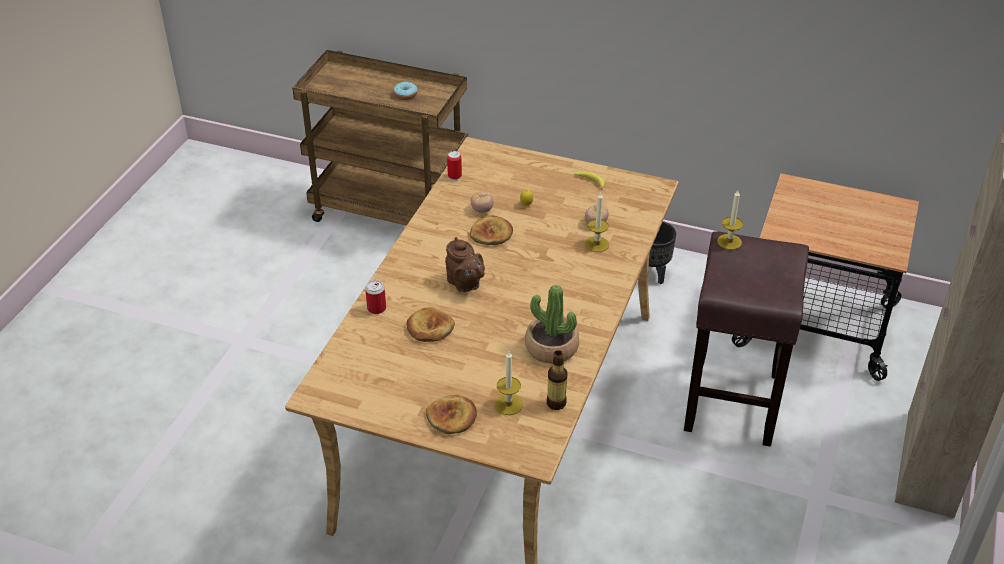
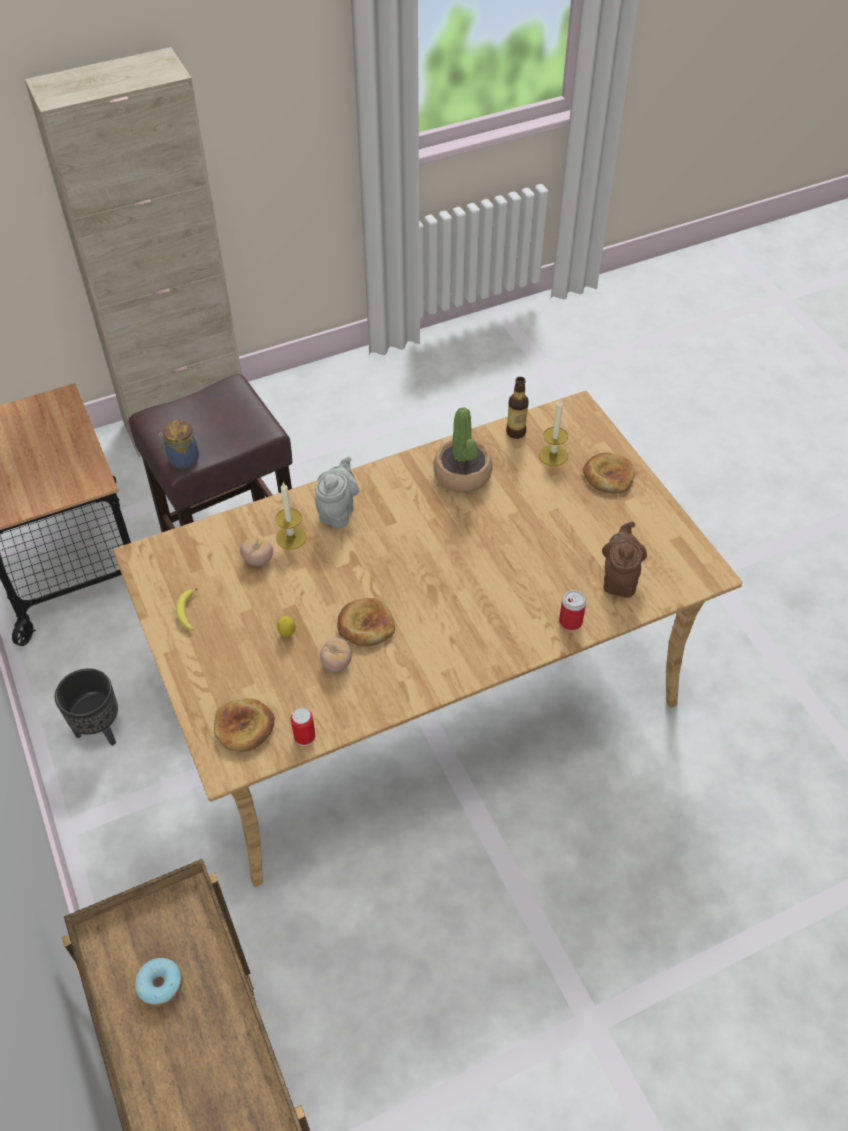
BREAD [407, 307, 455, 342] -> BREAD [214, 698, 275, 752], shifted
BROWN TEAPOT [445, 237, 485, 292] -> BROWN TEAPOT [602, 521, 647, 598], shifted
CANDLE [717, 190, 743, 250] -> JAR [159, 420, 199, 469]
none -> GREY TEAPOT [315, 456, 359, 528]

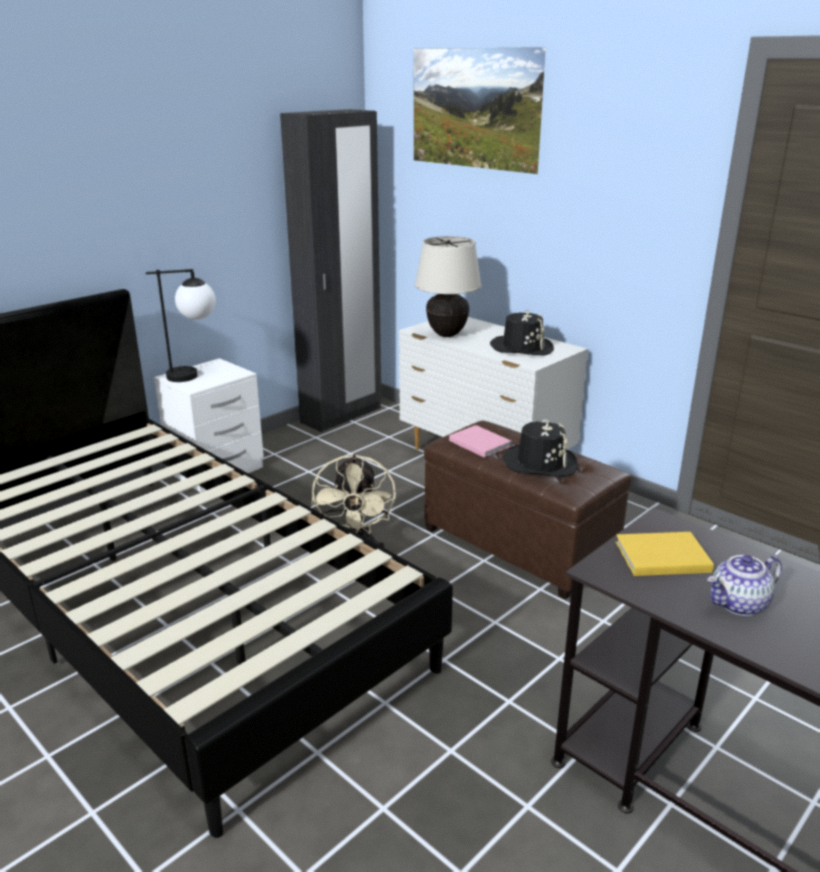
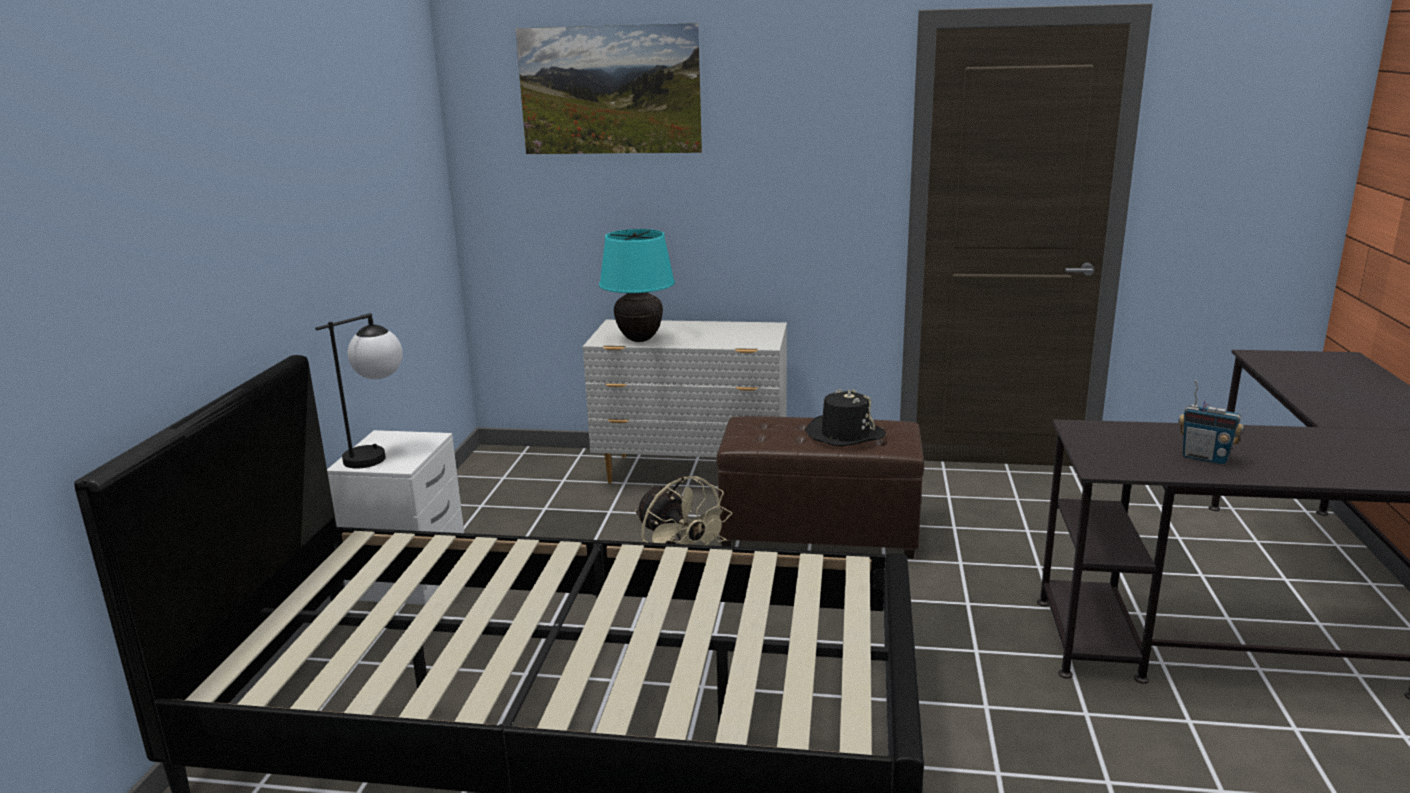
BLACK WARDROBE [280, 109, 381, 432] -> none
BEIGE TABLE LAMP [415, 236, 482, 337] -> TURQUOISE TABLE LAMP [599, 229, 675, 342]
PINK BOOK [449, 425, 512, 458] -> none
BLACK HAT [490, 310, 554, 355] -> none
YELLOW BOOK [615, 532, 714, 576] -> none
TEAPOT [707, 555, 782, 616] -> RADIO [1178, 380, 1244, 464]

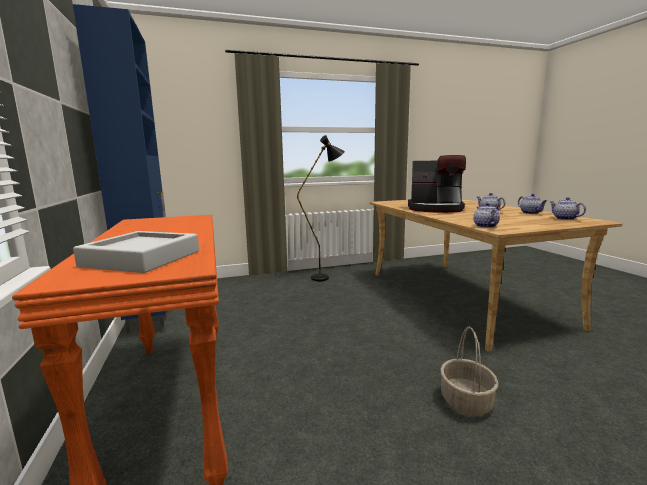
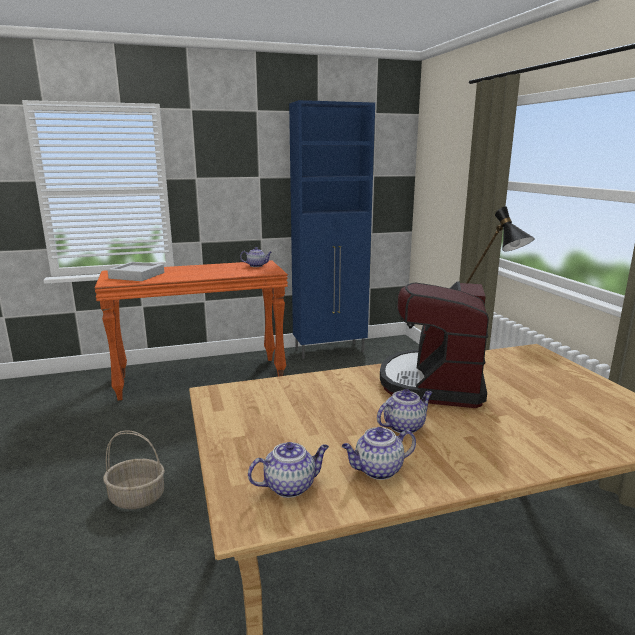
TEAPOT [473, 203, 500, 228] -> TEAPOT [240, 247, 272, 267], shifted

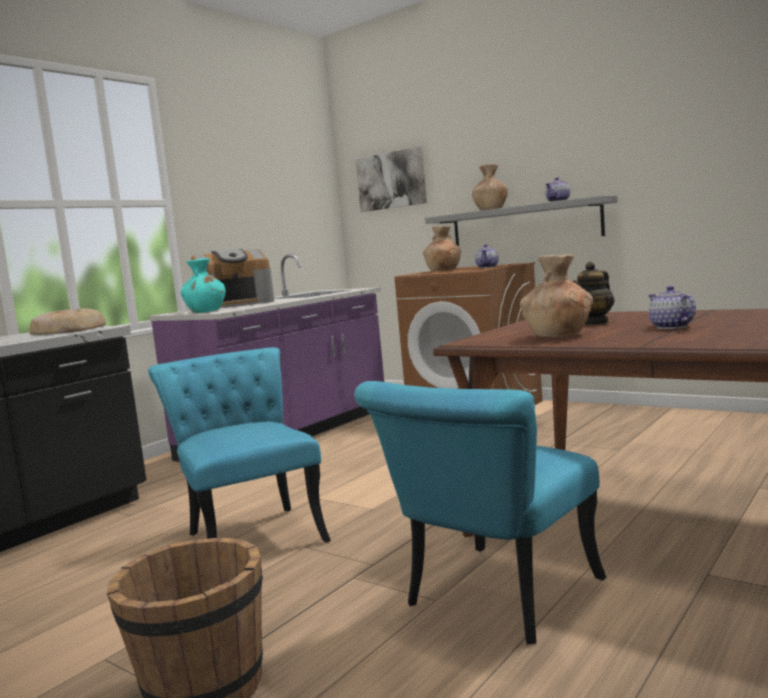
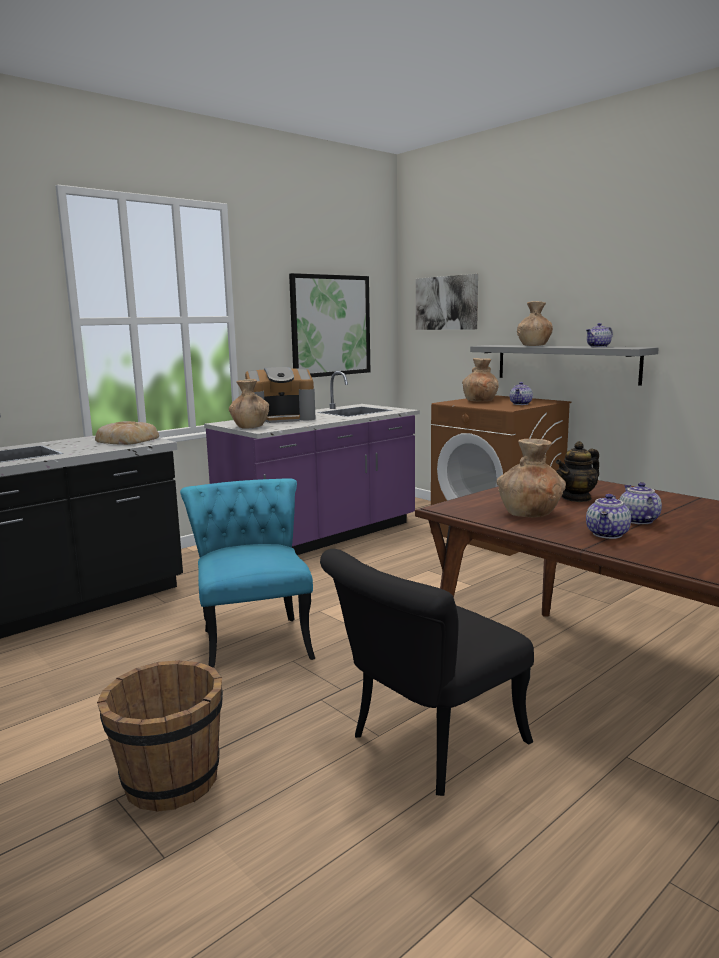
TURQUOISE VASE [181, 258, 226, 313] -> BROWN VASE [229, 379, 269, 429]
TURQUOISE CHAIR [354, 381, 606, 644] -> BLACK CHAIR [320, 549, 534, 796]
none -> PICTURE [289, 273, 370, 377]
none -> TEAPOT [586, 494, 631, 539]

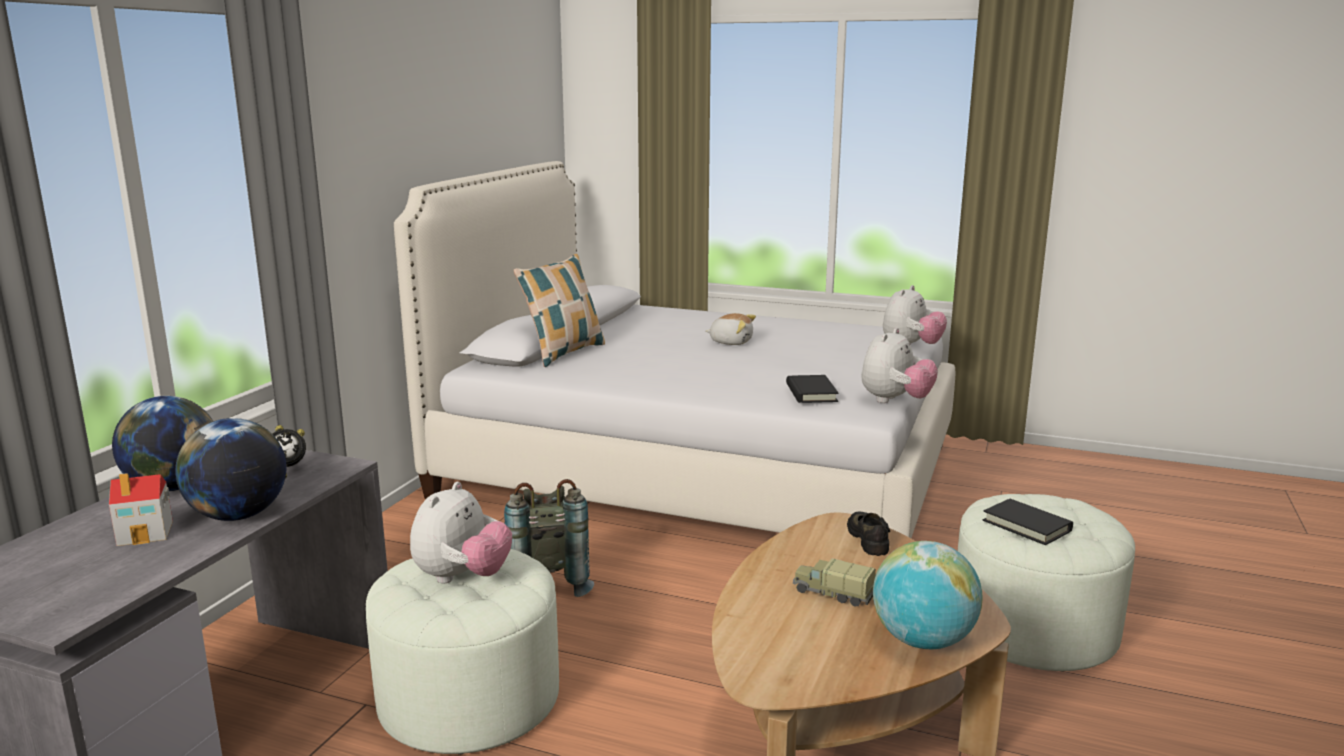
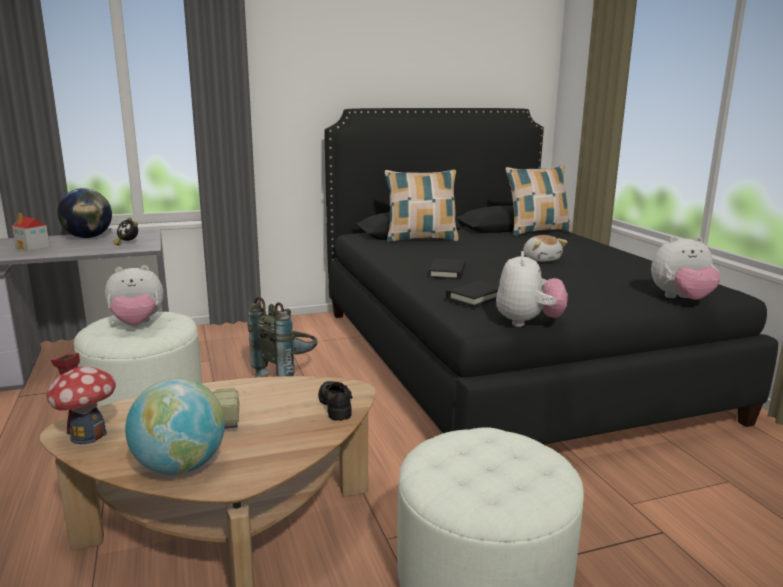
GLOBE [175, 418, 286, 521] -> none
WHITE BED [394, 161, 955, 538] -> BLACK BED [324, 108, 778, 445]
BLACK SHOE [847, 512, 890, 556] -> BLACK SHOE [318, 381, 353, 421], 60 degrees counterclockwise
PLUSH TOY [861, 328, 938, 403] -> PLUSH TOY [496, 251, 568, 327], 75 degrees counterclockwise
BLACK BOOK [983, 499, 1073, 545] -> BLACK BOOK [429, 259, 465, 279], shifted
none -> TOY HOUSE [46, 353, 116, 444]
none -> PILLOW [506, 165, 572, 236]

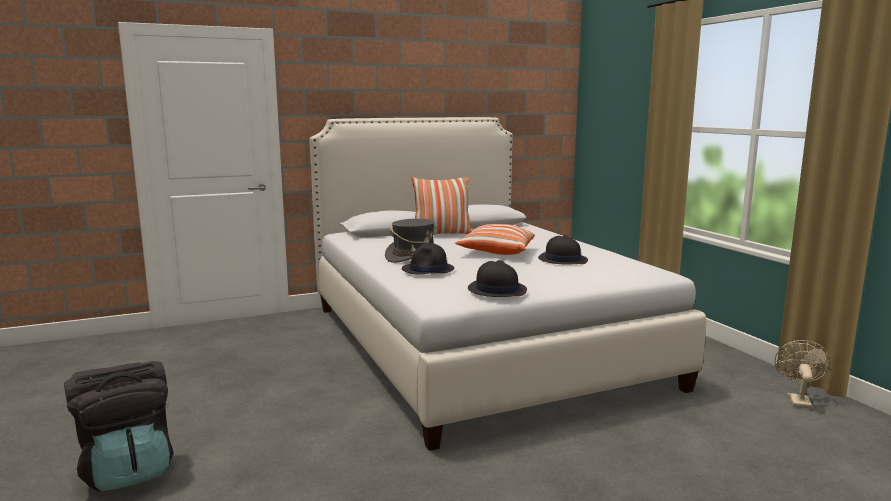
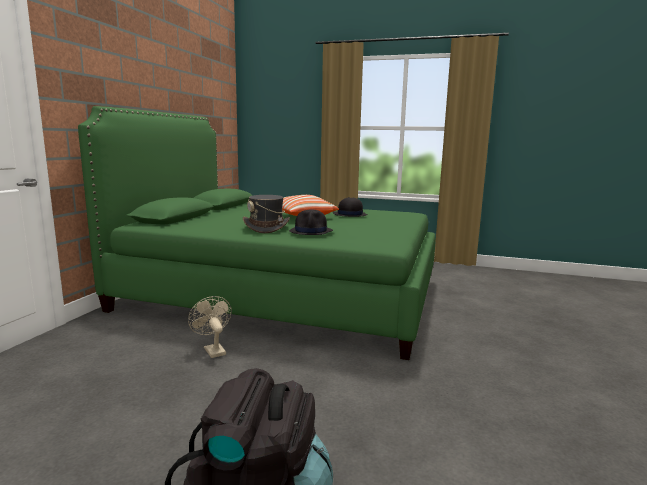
WHITE BED [309, 117, 706, 451] -> GREEN BED [78, 106, 436, 360]
PILLOW [411, 177, 472, 235] -> none
BLACK HAT [468, 260, 527, 297] -> none
BEIGE FAN [775, 340, 830, 409] -> BEIGE FAN [188, 296, 232, 358], shifted

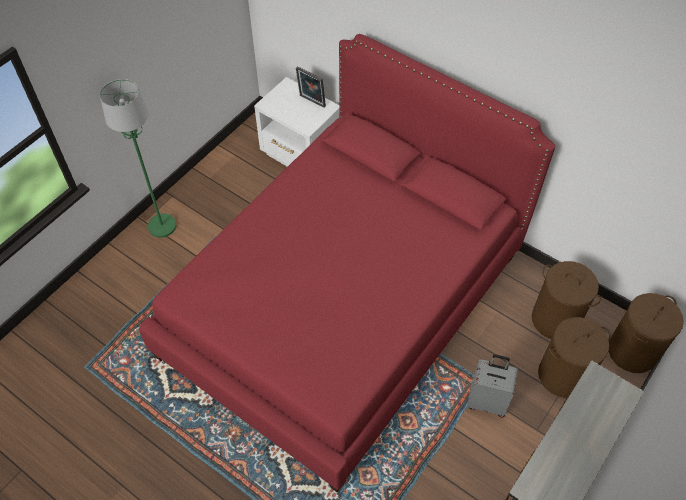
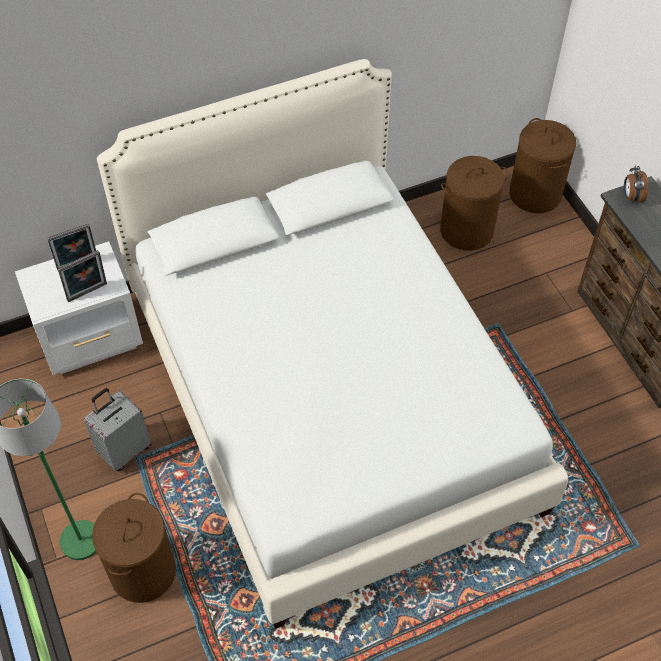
RED BED [139, 34, 555, 492] -> WHITE BED [97, 59, 568, 629]
GREY SUITCASE [467, 354, 518, 417] -> GREY SUITCASE [84, 388, 151, 471], shifted
BROWN LAUNDRY BASKET [538, 317, 611, 398] -> BROWN LAUNDRY BASKET [92, 493, 176, 603], shifted
none -> PICTURE FRAME [58, 250, 107, 302]
none -> ALARM CLOCK [624, 165, 648, 204]

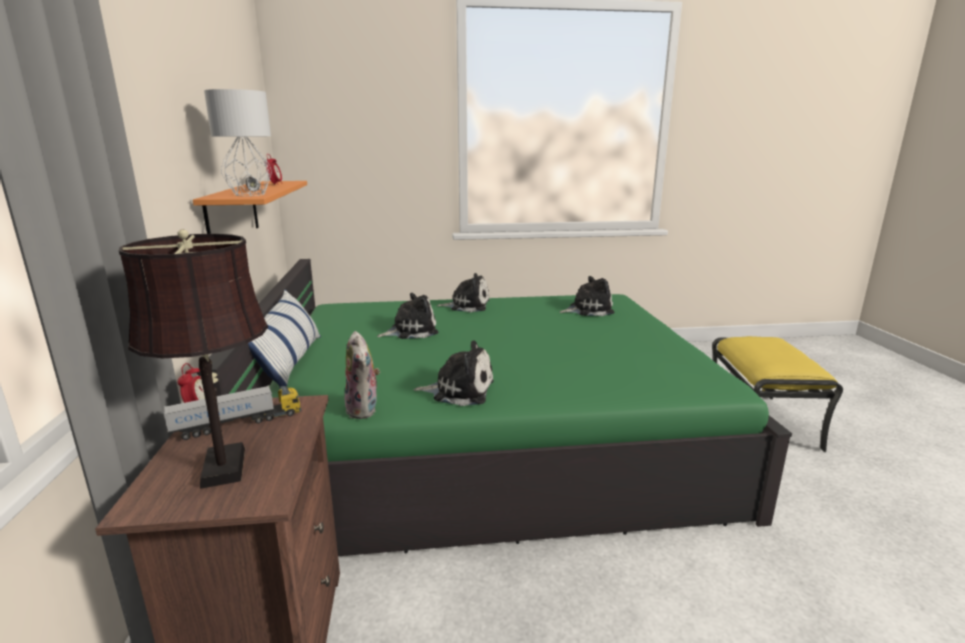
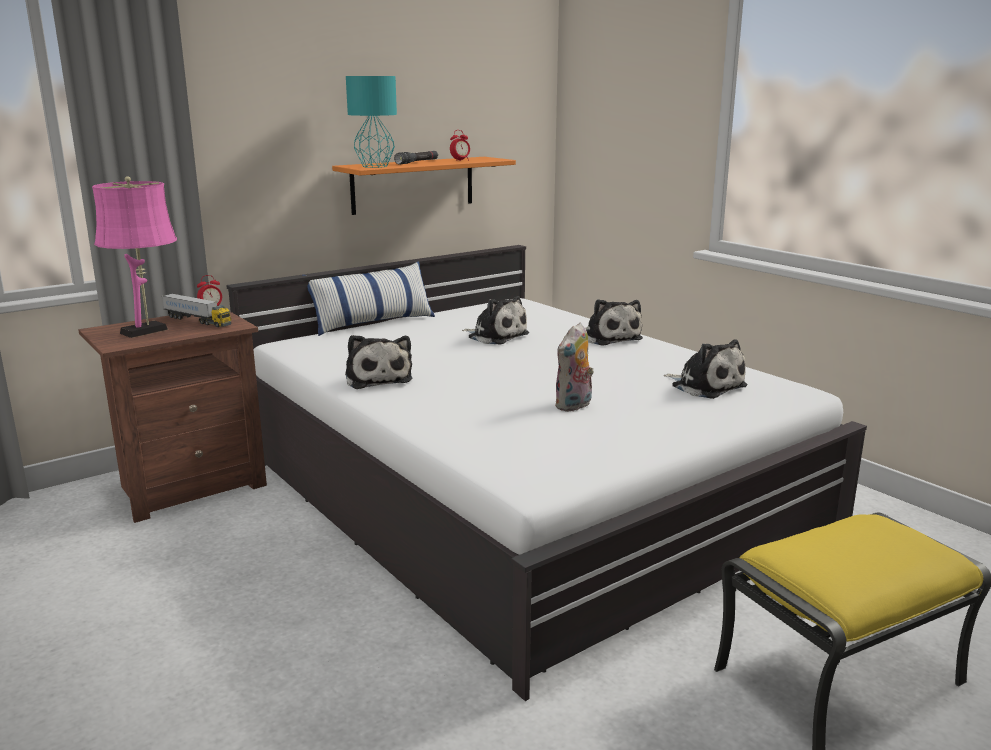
BROWN TABLE LAMP [119, 229, 268, 489] -> PINK TABLE LAMP [92, 176, 177, 338]
GREEN BED [197, 259, 792, 556] -> WHITE BED [226, 245, 867, 701]
GREY TABLE LAMP [204, 89, 272, 196] -> TURQUOISE TABLE LAMP [346, 76, 397, 168]
PLUSH TOY [345, 331, 380, 419] -> PLUSH TOY [555, 323, 594, 412], shifted

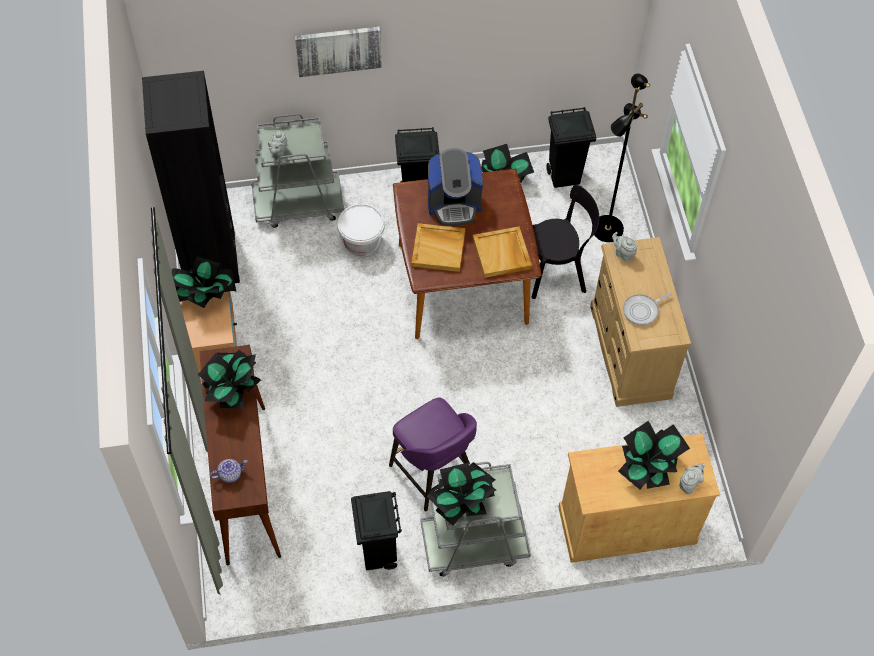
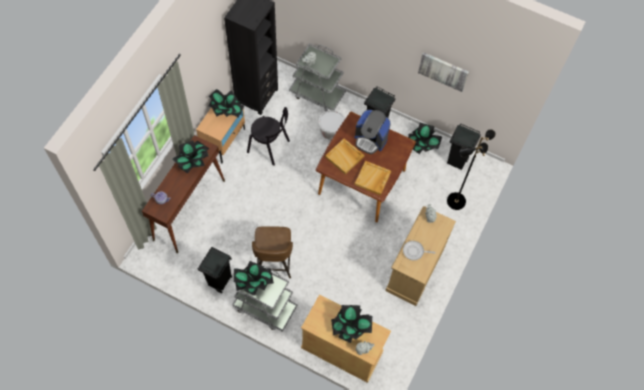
PICTURE [295, 26, 382, 77] -> PICTURE [418, 52, 469, 92], shifted
PURPLE STOOL [389, 397, 477, 511] -> BROWN STOOL [252, 226, 293, 278]
BLACK CHAIR [532, 185, 600, 299] -> BLACK CHAIR [247, 107, 290, 166], shifted

